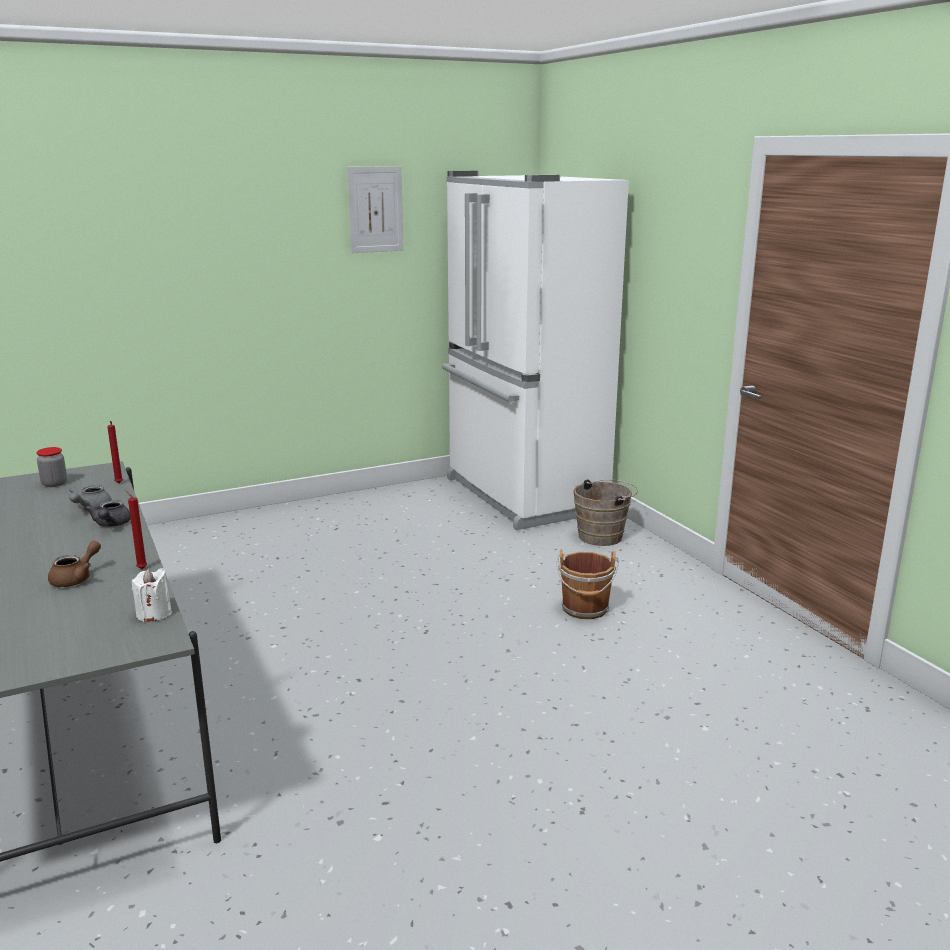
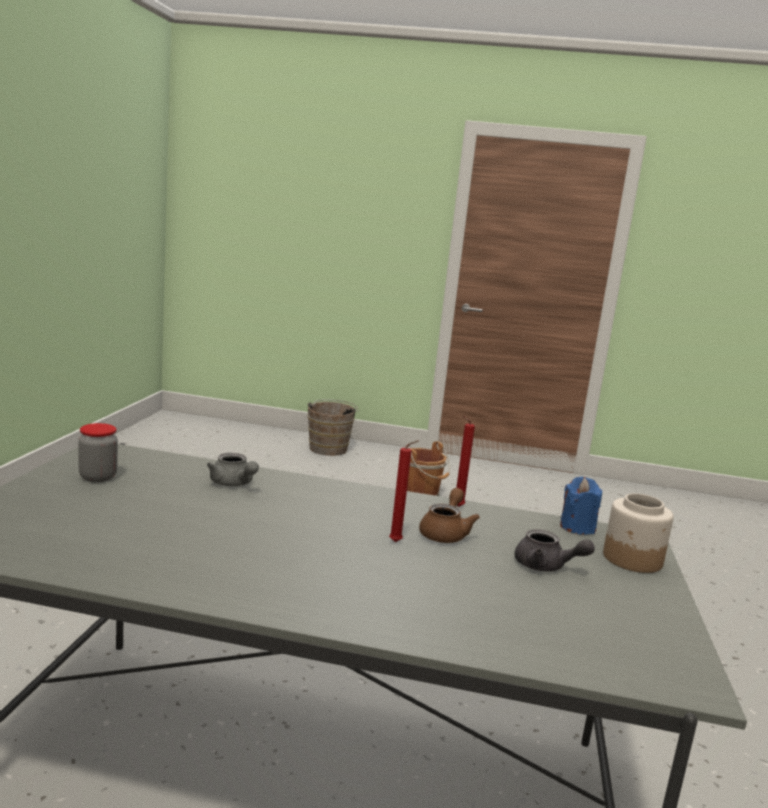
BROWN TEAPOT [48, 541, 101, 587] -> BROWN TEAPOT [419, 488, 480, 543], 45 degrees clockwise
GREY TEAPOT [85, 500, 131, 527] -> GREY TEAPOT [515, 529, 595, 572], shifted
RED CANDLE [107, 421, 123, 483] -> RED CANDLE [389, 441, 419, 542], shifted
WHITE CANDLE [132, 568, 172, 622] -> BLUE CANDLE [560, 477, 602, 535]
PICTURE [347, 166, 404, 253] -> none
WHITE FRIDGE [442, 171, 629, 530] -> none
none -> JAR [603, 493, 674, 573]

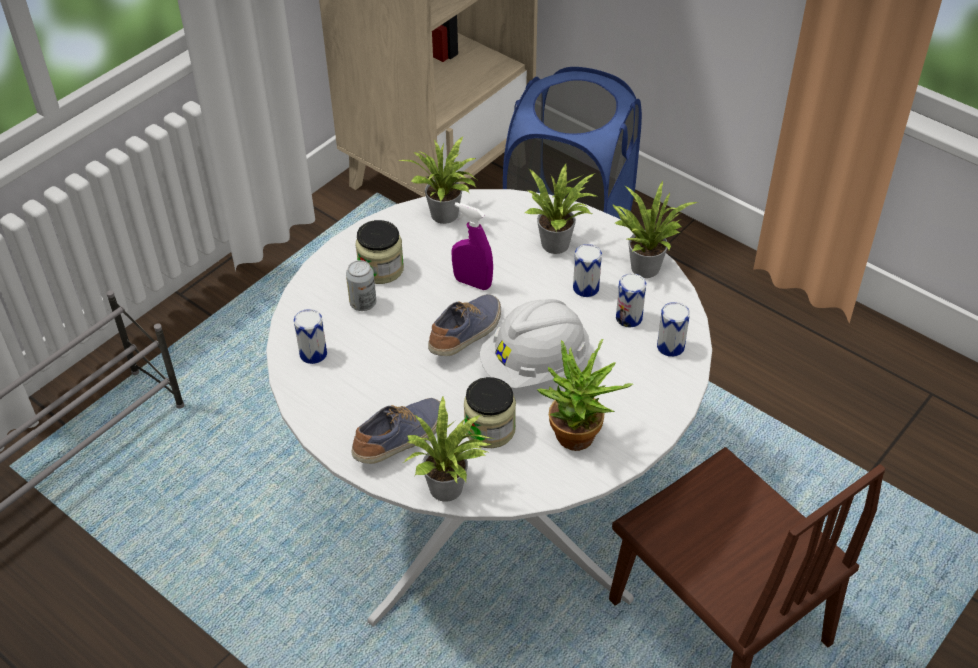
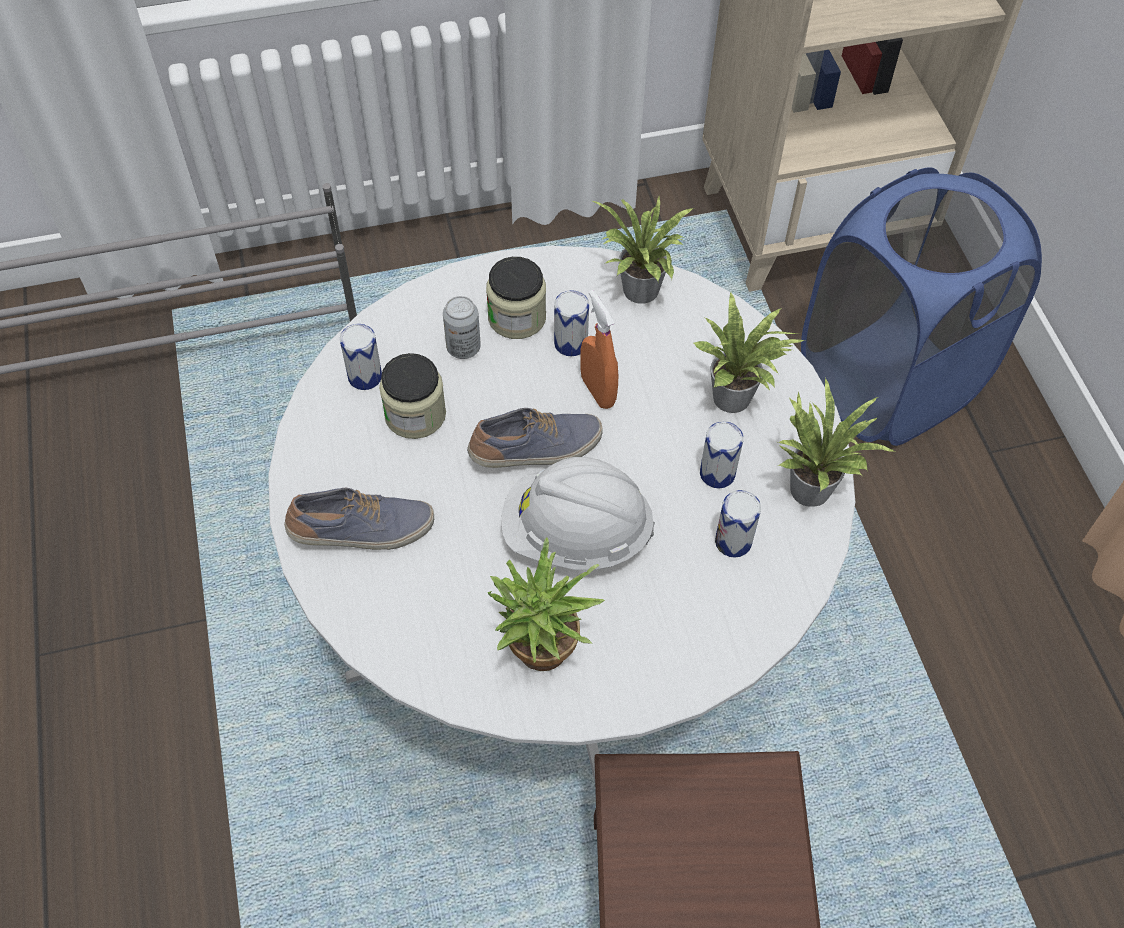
POTTED PLANT [403, 395, 495, 502] -> none
PURPLE SPRAY BOTTLE [452, 202, 493, 290] -> ORANGE SPRAY BOTTLE [580, 290, 618, 409]
JAR [464, 377, 516, 448] -> JAR [379, 353, 446, 439], shifted
CAN [657, 302, 690, 357] -> CAN [554, 290, 589, 356], shifted

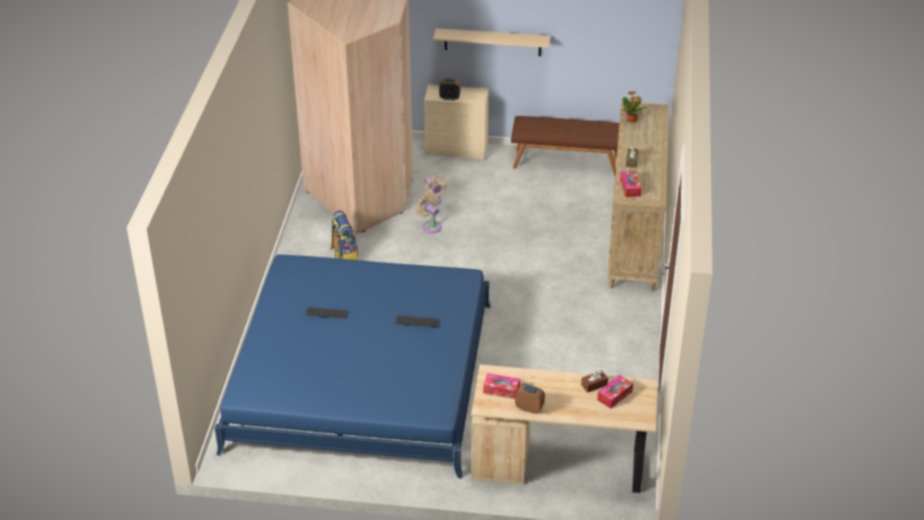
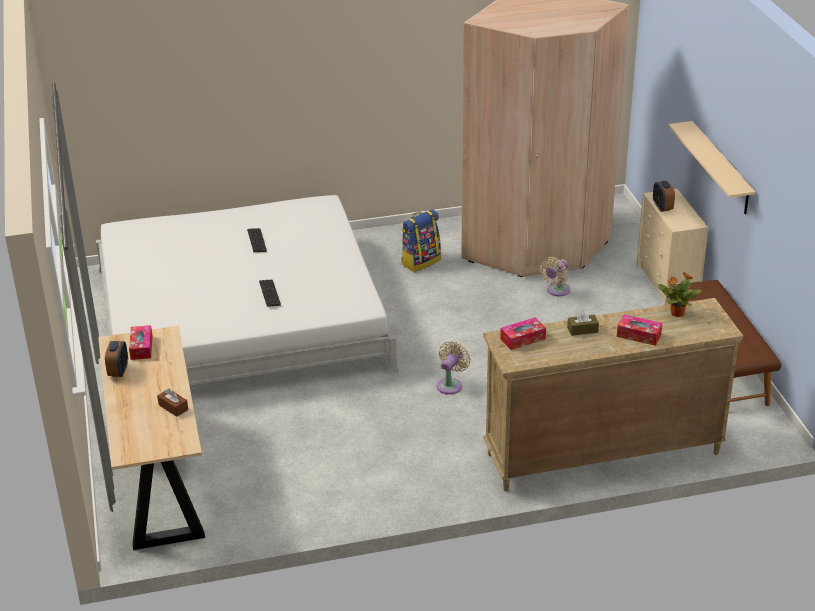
BLUE BED [215, 255, 491, 479] -> WHITE BED [96, 195, 399, 385]
BEIGE FAN [415, 193, 442, 233] -> BEIGE FAN [437, 341, 471, 395], shifted
TISSUE BOX [597, 375, 633, 409] -> TISSUE BOX [617, 315, 662, 346], shifted

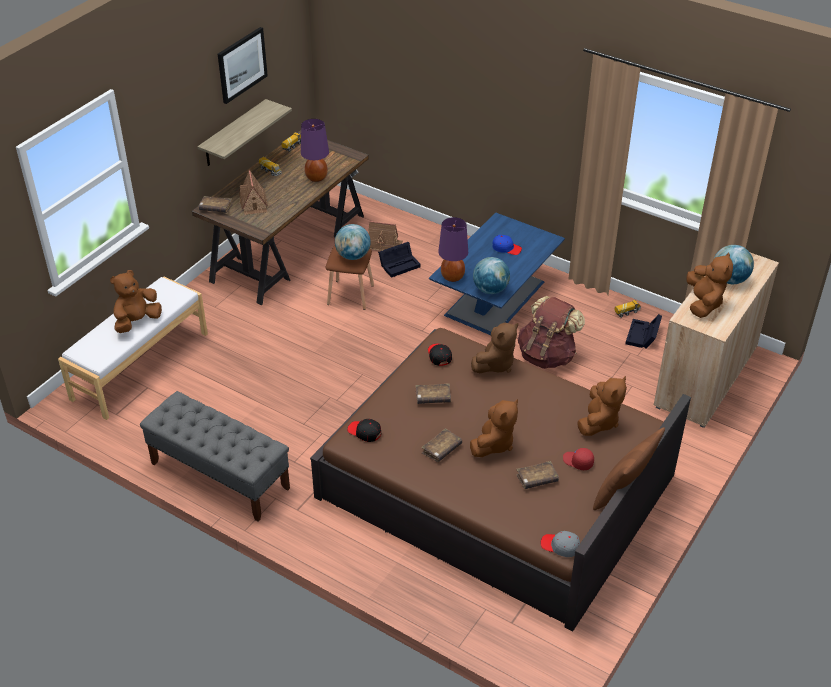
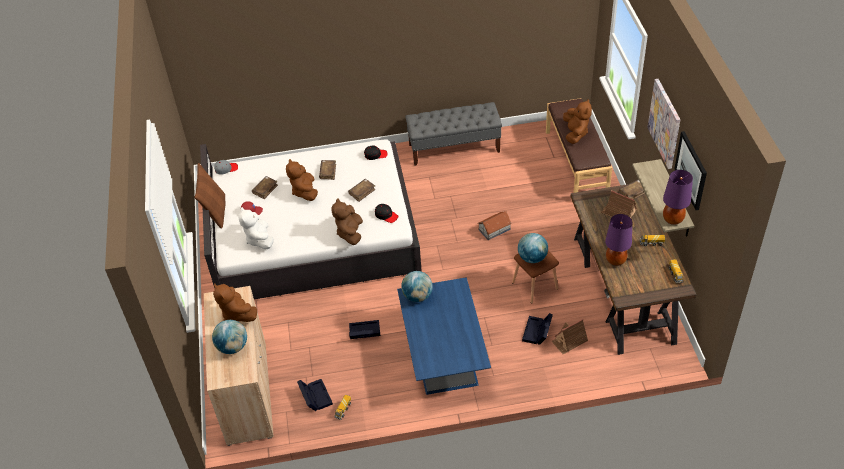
WHITE BENCH [58, 277, 208, 420] -> BROWN BENCH [546, 98, 612, 193]
BROWN BED [310, 328, 691, 632] -> WHITE BED [200, 140, 422, 299]
PURPLE TABLE LAMP [438, 217, 468, 282] -> PURPLE TABLE LAMP [663, 170, 693, 225], shifted
BLUE CAP [493, 235, 522, 255] -> none
BROWN BACKPACK [518, 296, 585, 369] -> BLACK STORAGE BOX [349, 320, 380, 339]
BROWN PLUSH TOY [577, 376, 627, 436] -> WHITE PLUSH TOY [239, 207, 274, 249]
none -> TOY HOUSE [477, 211, 512, 240]
none -> PICTURE [647, 79, 680, 169]

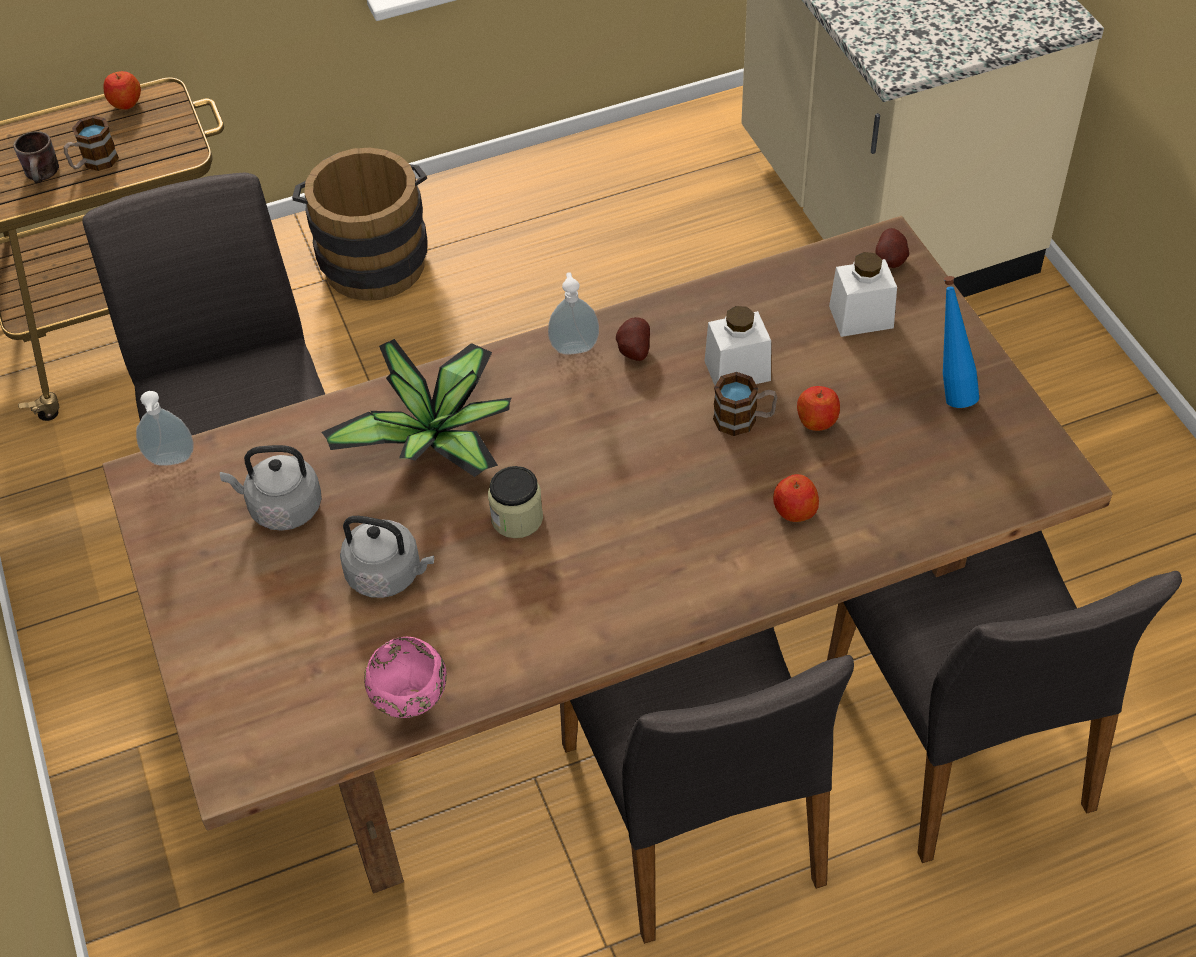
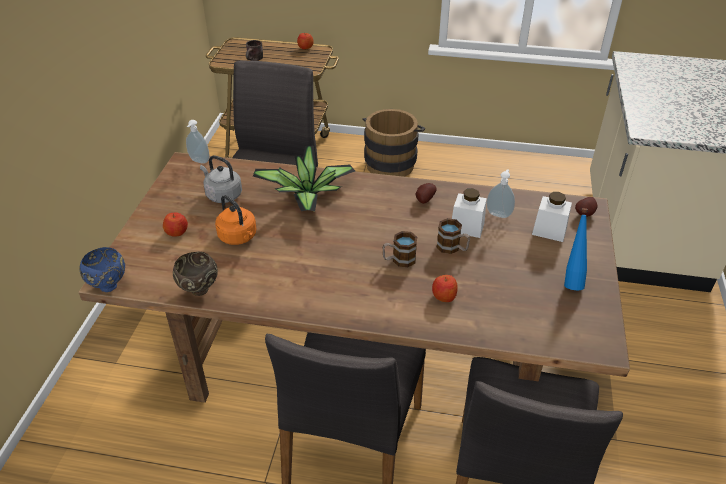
MUG [64, 116, 119, 171] -> MUG [382, 231, 417, 267], shifted
GREY KETTLE [340, 516, 434, 598] -> ORANGE KETTLE [215, 195, 257, 245]
PINK BOWL [364, 637, 447, 718] -> BROWN BOWL [173, 252, 218, 296]
JAR [488, 466, 543, 538] -> none
SOAP DISPENSER [548, 272, 599, 354] -> SOAP DISPENSER [487, 169, 515, 218], shifted
APPLE [797, 386, 840, 431] -> APPLE [163, 213, 188, 237], shifted
none -> BLUE BOWL [80, 247, 125, 292]

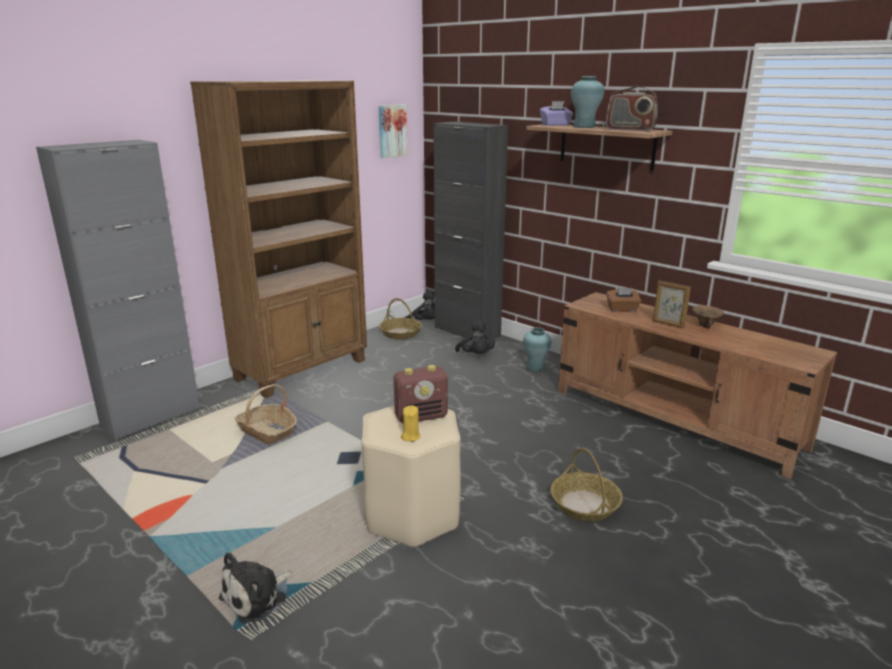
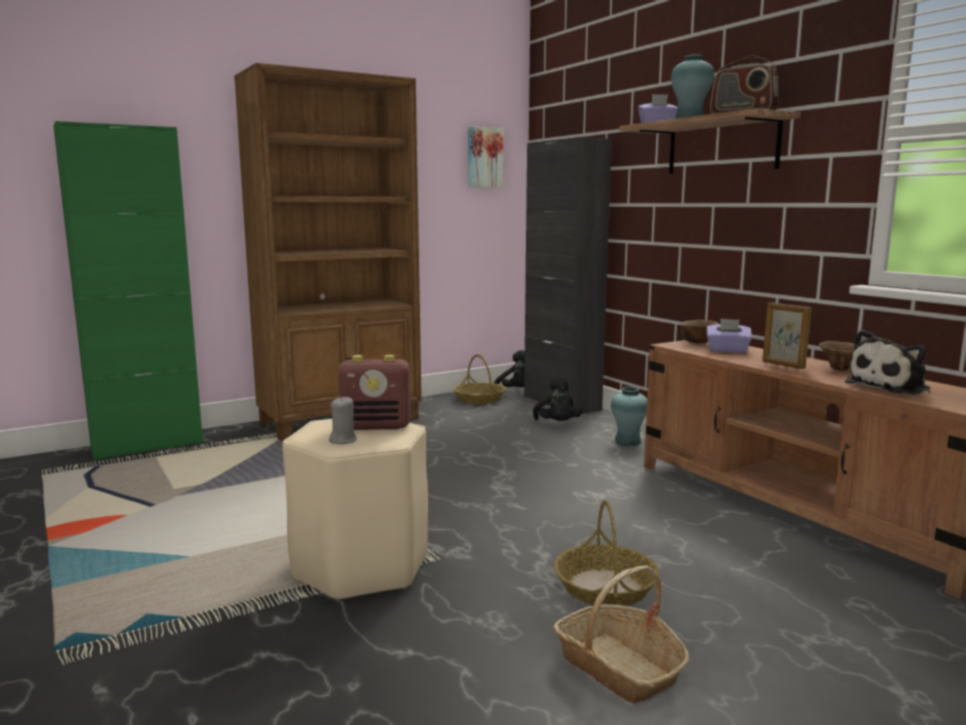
GREY CABINET [36, 140, 200, 441] -> GREEN CABINET [53, 121, 203, 461]
PLUSH TOY [219, 552, 291, 623] -> PLUSH TOY [845, 330, 930, 395], shifted
BASKET [234, 384, 297, 444] -> BASKET [553, 565, 689, 703], shifted
YELLOW CANDLE [401, 406, 421, 442] -> GREY CANDLE [329, 396, 357, 445]
BROWN TISSUE BOX [607, 288, 641, 312] -> PURPLE TISSUE BOX [706, 318, 752, 353]
none -> BROWN BOWL [681, 320, 719, 343]

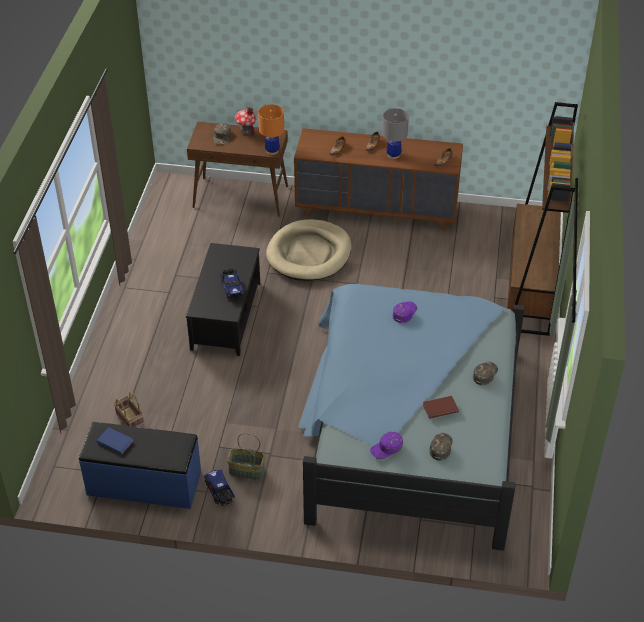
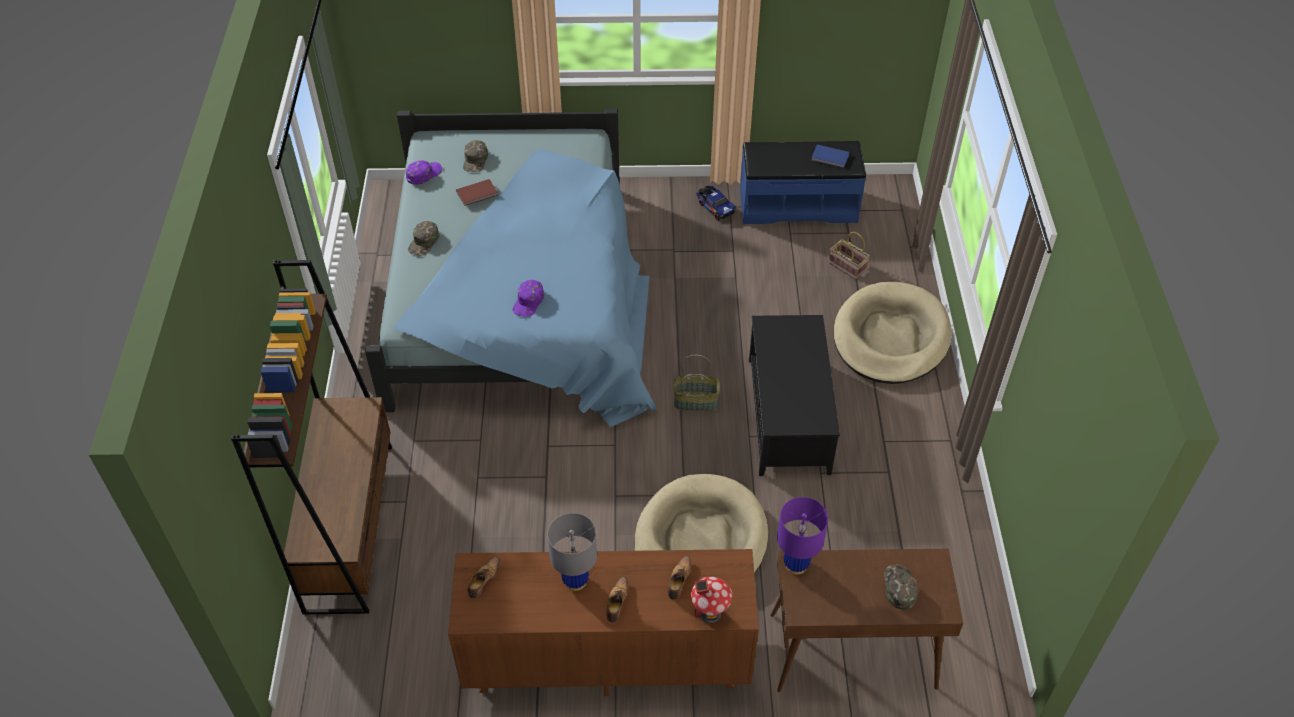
TOY TRUCK [220, 268, 244, 299] -> none
BASKET [227, 433, 265, 480] -> BASKET [673, 355, 719, 411], shifted
TOY HOUSE [235, 107, 256, 136] -> TOY HOUSE [691, 577, 733, 623], shifted
ORANGE TABLE LAMP [258, 104, 284, 155] -> PURPLE TABLE LAMP [777, 497, 828, 574]
PURPLE CAP [370, 432, 403, 459] -> PURPLE CAP [406, 161, 443, 185], shifted
none -> BEIGE DOG BED [833, 282, 952, 384]

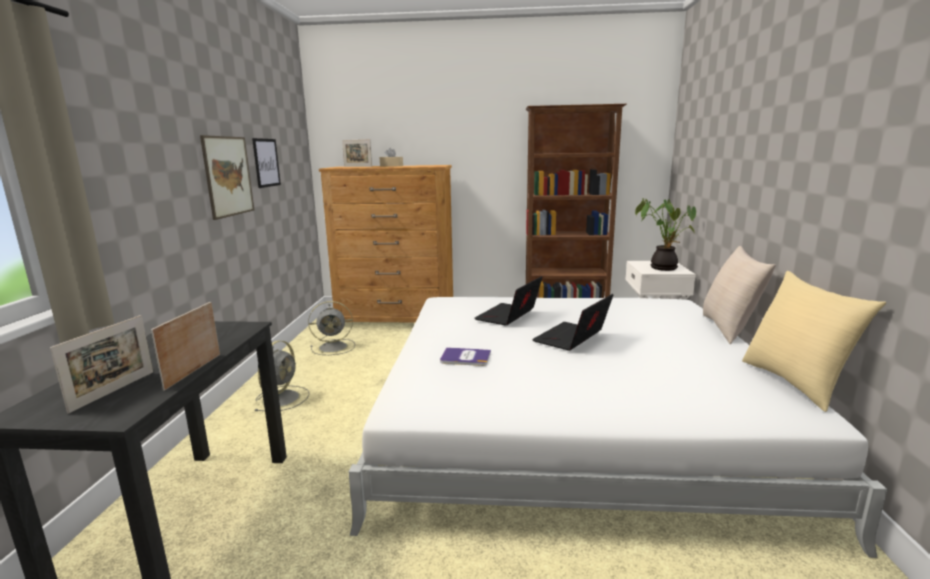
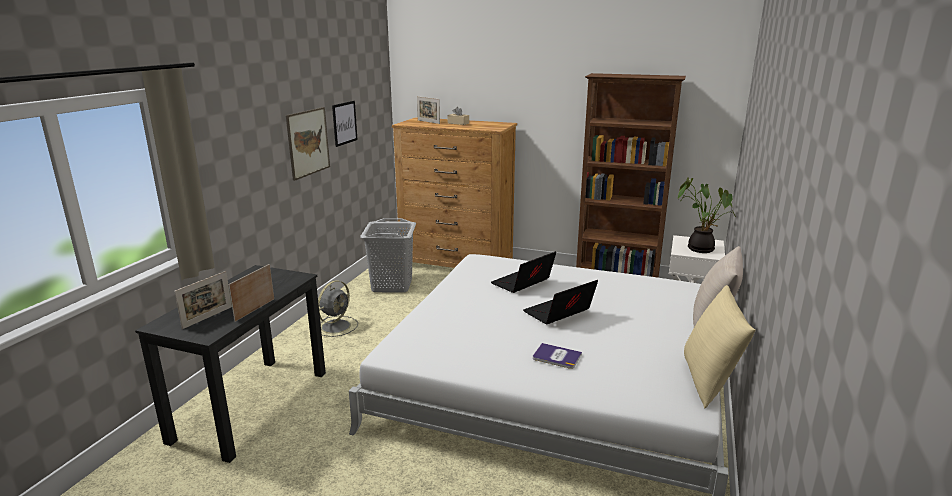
GREY FAN [308, 301, 355, 355] -> GREY LAUNDRY BASKET [360, 218, 416, 293]
BOOK [440, 347, 491, 366] -> BOOK [533, 343, 582, 369], shifted

